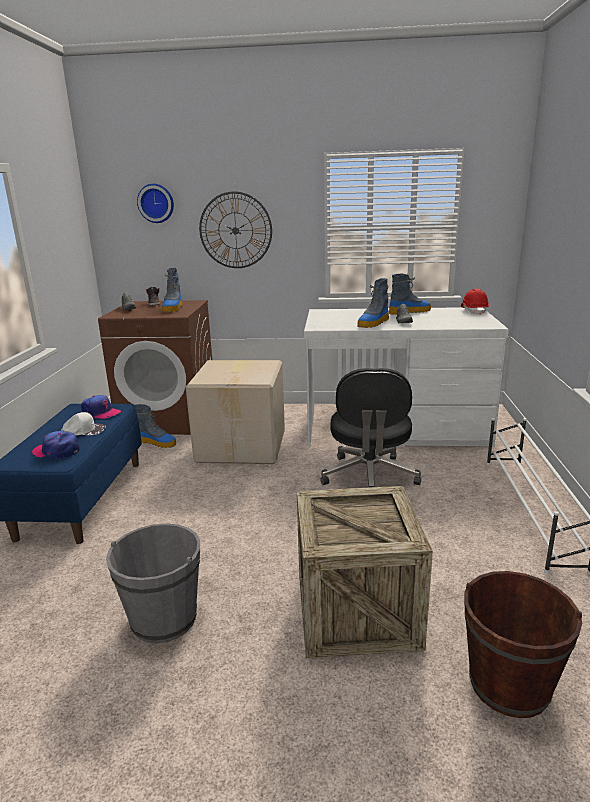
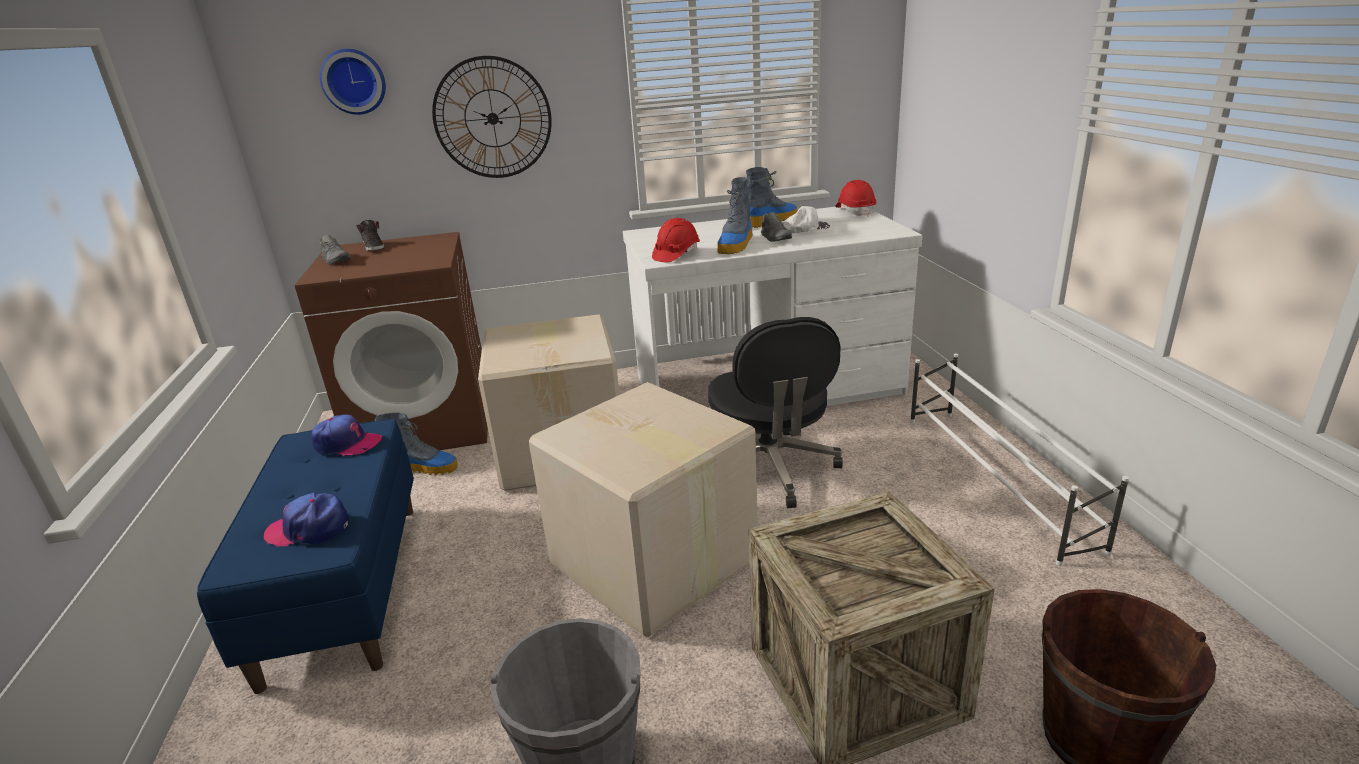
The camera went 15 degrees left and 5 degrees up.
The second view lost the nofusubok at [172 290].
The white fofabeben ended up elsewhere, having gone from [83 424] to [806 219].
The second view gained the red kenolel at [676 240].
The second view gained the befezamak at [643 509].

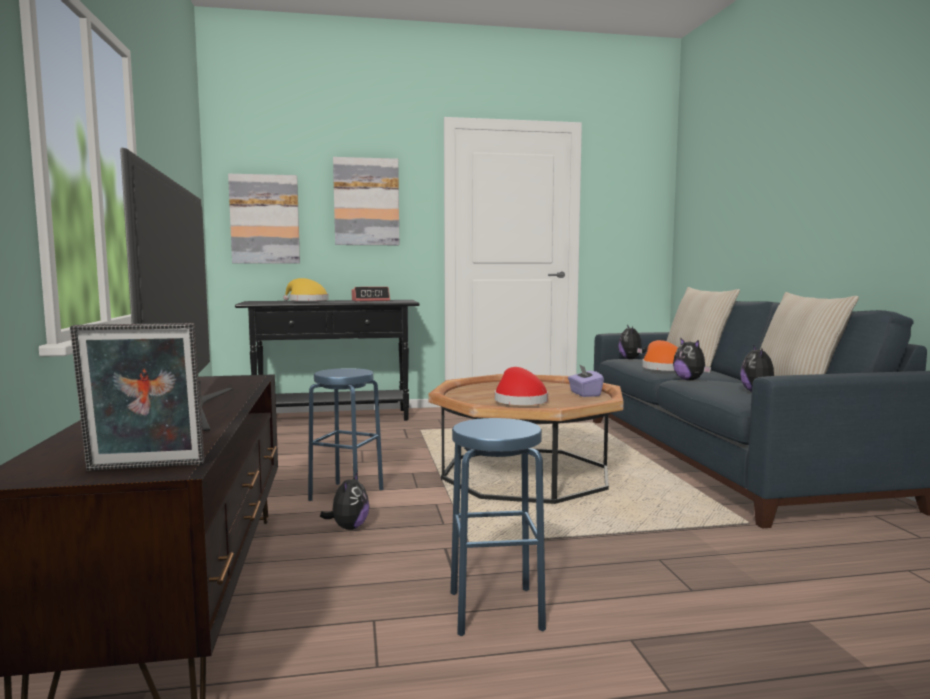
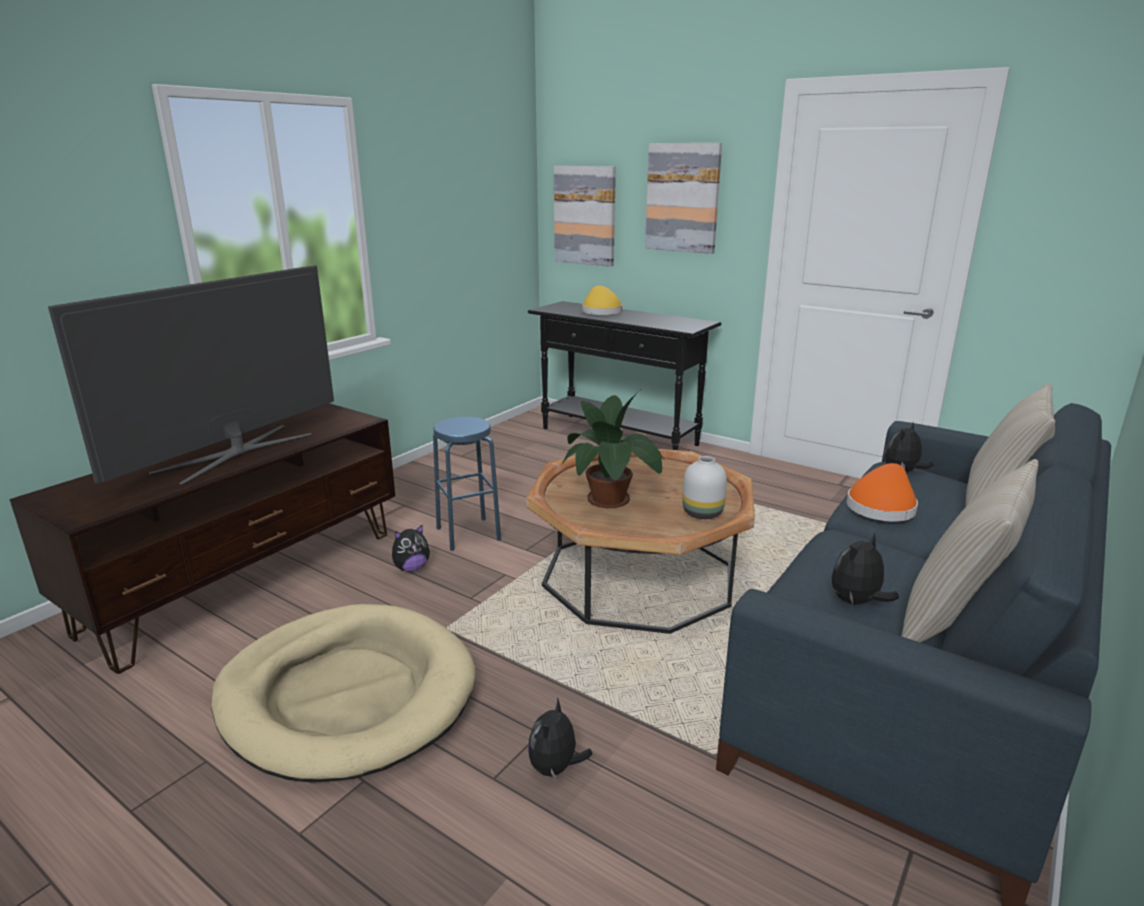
The camera went 45 degrees right and 15 degrees up.
The second view lost the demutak at [371 294].
The second view lost the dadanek at [137 396].
The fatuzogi ended up elsewhere, having gone from [692 359] to [560 739].
Where the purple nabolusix stood at [586 380], the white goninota came to stand at [705 487].
Where the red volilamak stood at [521 386], the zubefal came to stand at [613 449].
Where the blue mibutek stood at [498 527], the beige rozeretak came to stand at [343 693].

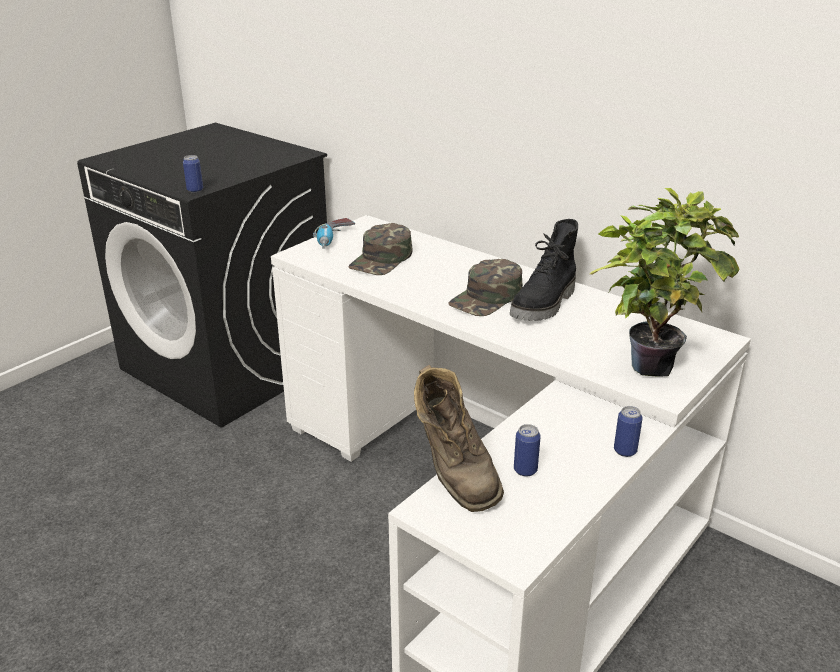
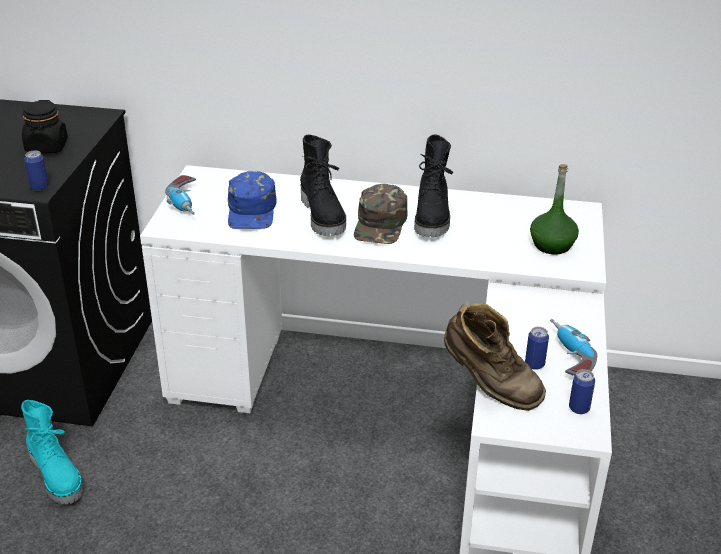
The camera went 30 degrees left and 5 degrees up.
Where the zubefal stood at [665 282], the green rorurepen came to stand at [554 209].
What was the green fofabeben at [380 249] turned into the blue fofabeben at [252 200].
The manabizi ended up elsewhere, having gone from [628 431] to [582 391].
The second view gained the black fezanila at [45 127].
The second view gained the black nofusubok at [323 185].
The second view gained the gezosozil at [573 347].
The second view gained the turquoise nofusubok at [52 452].

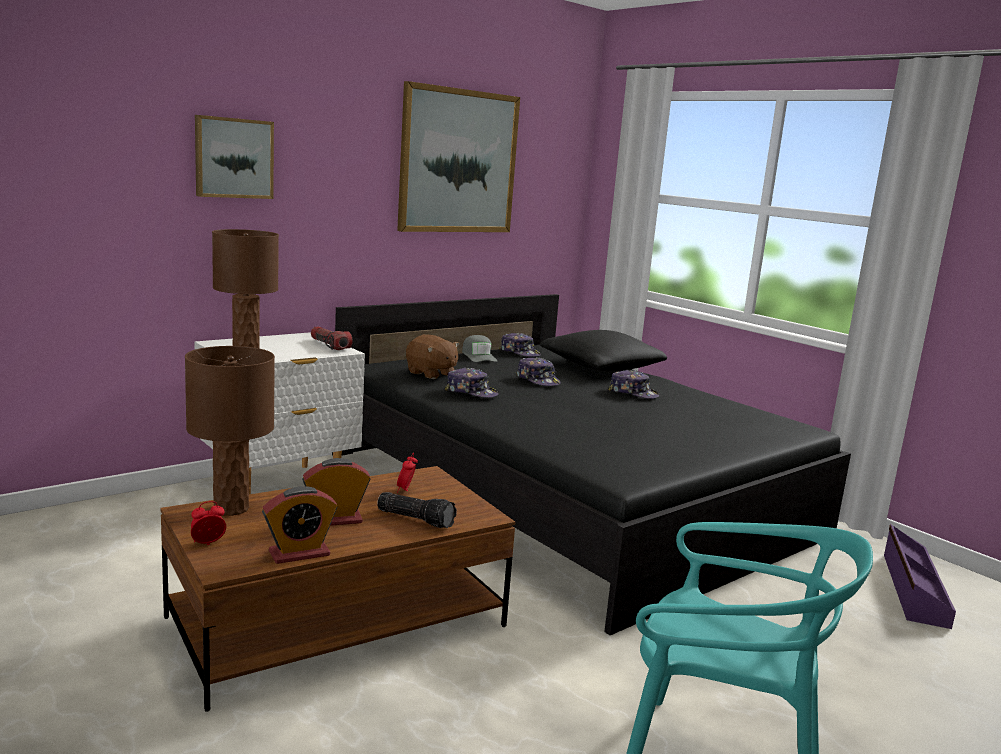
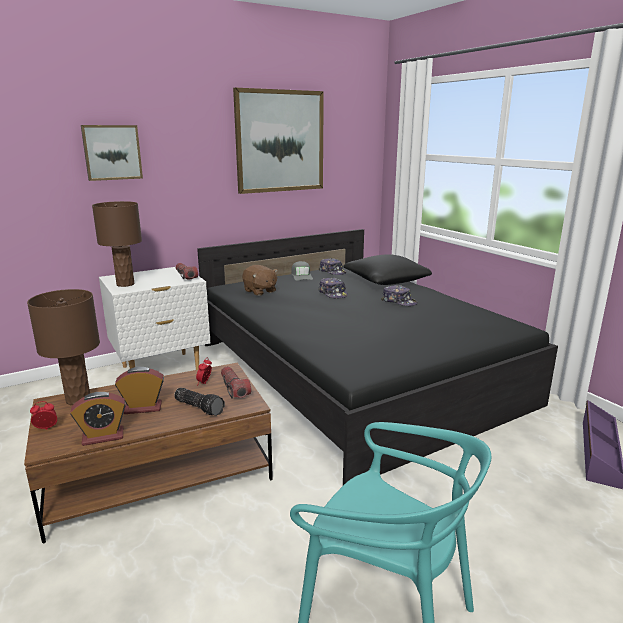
The camera went 10 degrees right and 5 degrees up.
The second view lost the fofabeben at [472 382].
The second view gained the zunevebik at [236 382].

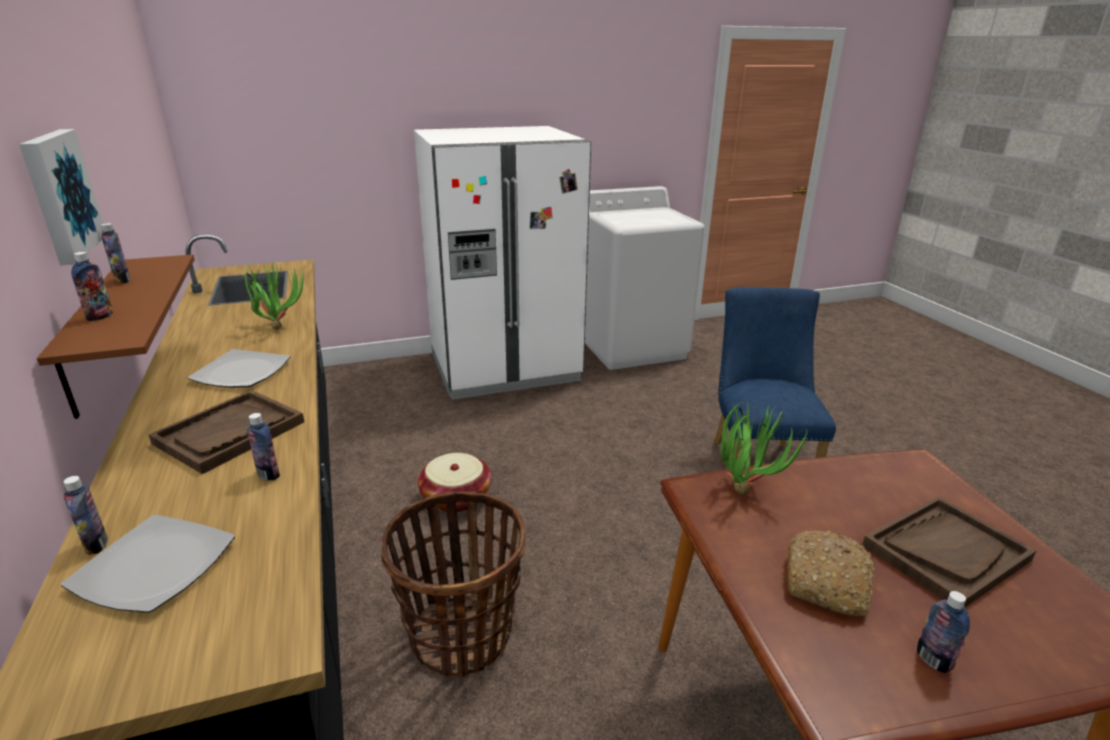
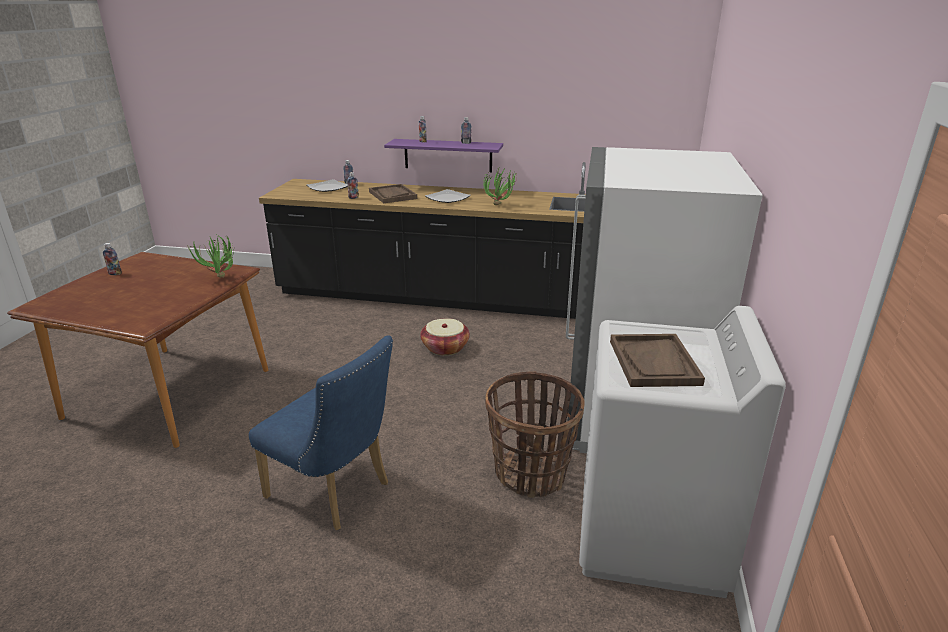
The camera went 120 degrees right and 0 degrees up.
The second view lost the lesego at [61 197].
What was the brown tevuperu at [116 336] turned into the purple tevuperu at [443 155].
The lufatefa ended up elsewhere, having gone from [453 585] to [535 434].
The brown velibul ended up elsewhere, having gone from [949 552] to [657 360].
The second view lost the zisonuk at [831 573].

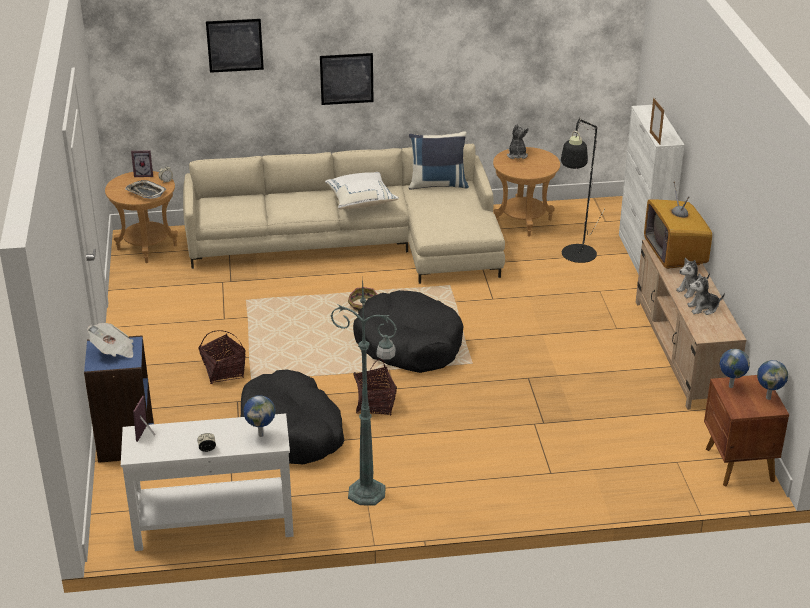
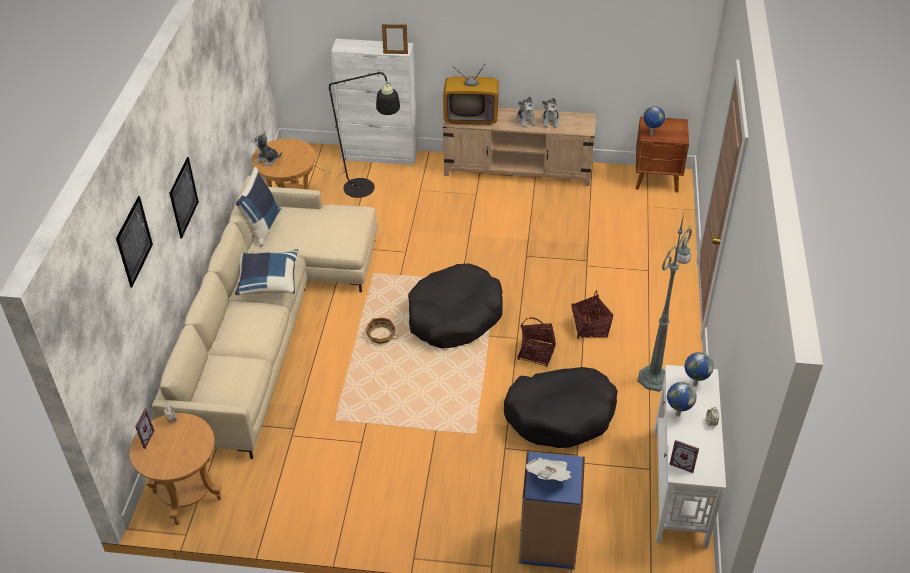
The camera went 75 degrees left and 10 degrees up.
What was the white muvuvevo at [362 191] turned into the blue muvuvevo at [267 272].
The second view lost the velibul at [146 189].
The lufatefa ended up elsewhere, having gone from [221 357] to [592 314].
The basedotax ended up elsewhere, having gone from [772 380] to [682 399].

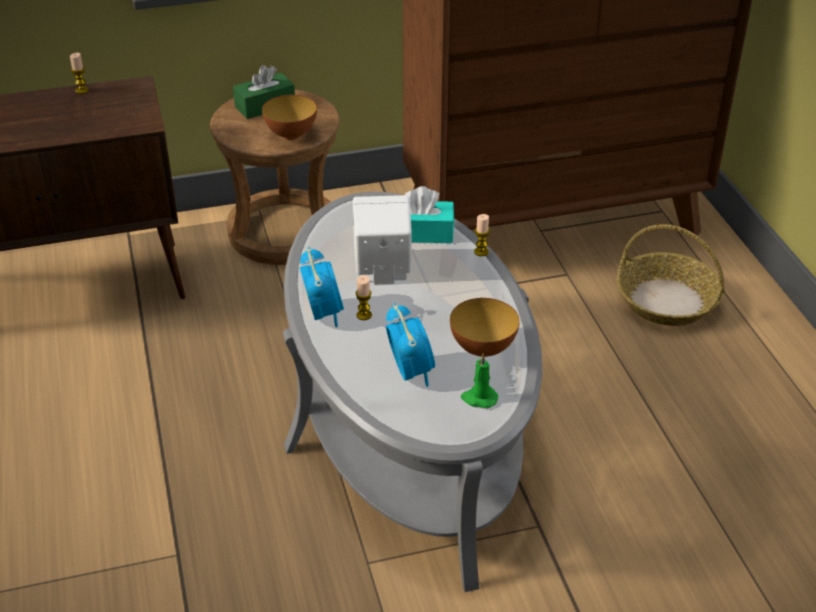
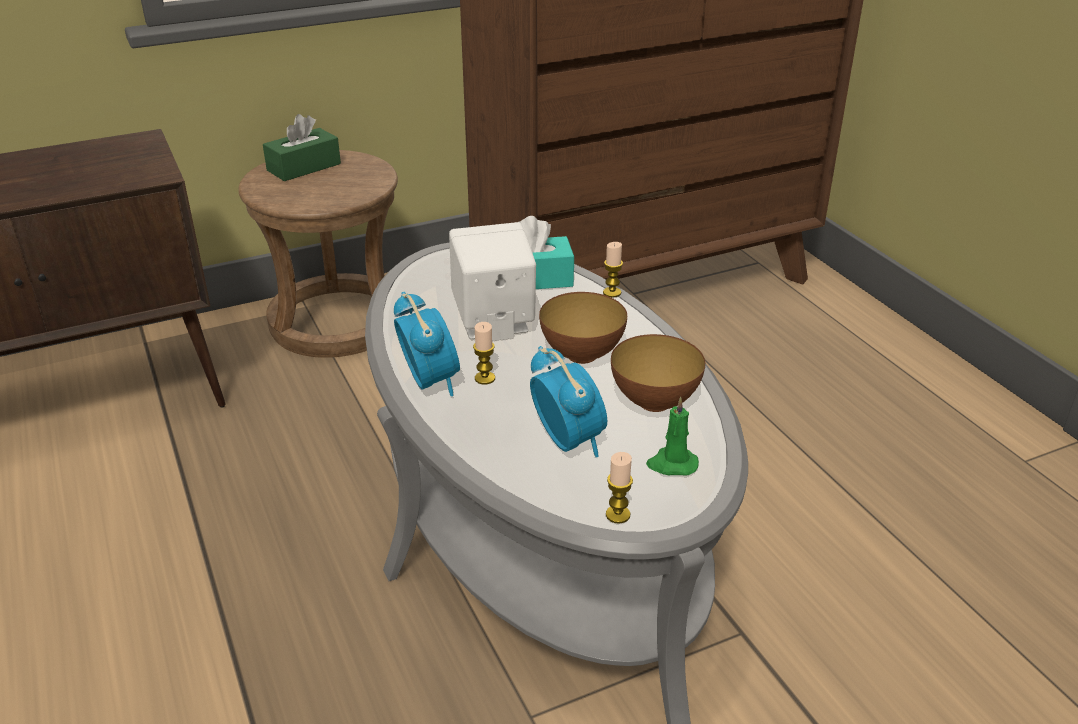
The camera went 10 degrees left and 5 degrees down.
The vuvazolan ended up elsewhere, having gone from [79 73] to [619 488].
The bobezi ended up elsewhere, having gone from [289 117] to [583 328].
The second view lost the lufatefa at [671 275].

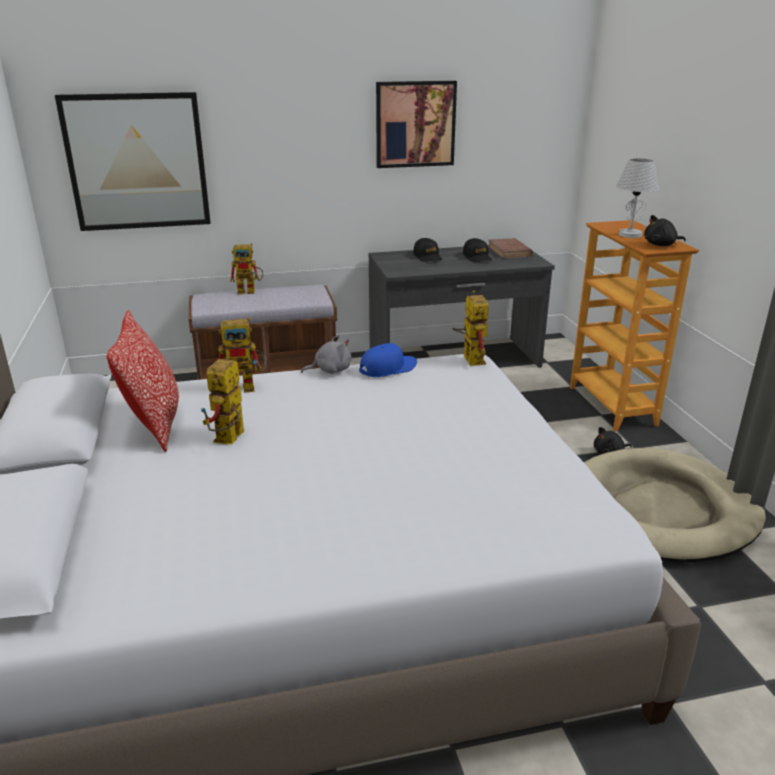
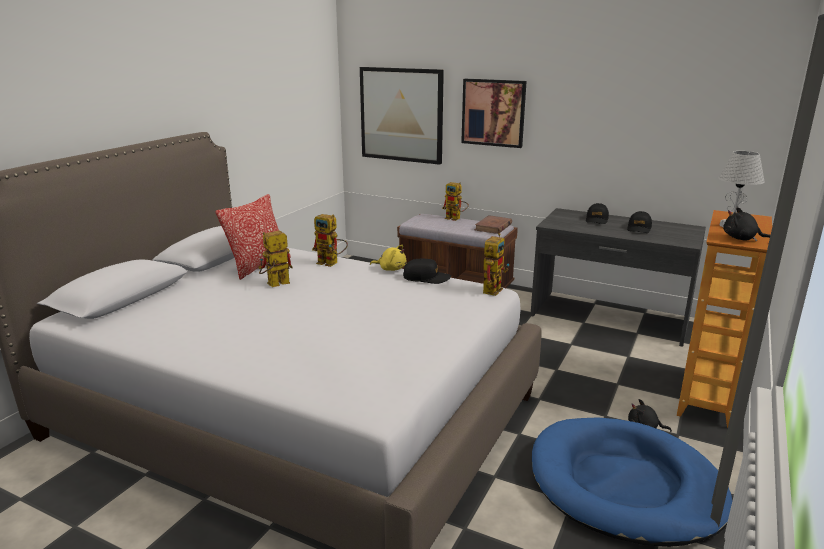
The camera went 40 degrees right and 5 degrees down.
The lesego ended up elsewhere, having gone from [416 124] to [494 113].
The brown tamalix ended up elsewhere, having gone from [510 248] to [493 224].
What was the grey fatuzogi at [326 354] turned into the yellow fatuzogi at [388 258].
What was the blue fofabeben at [388 360] turned into the black fofabeben at [427 271].
What was the beige rozeretak at [675 505] turned into the blue rozeretak at [632 482].

